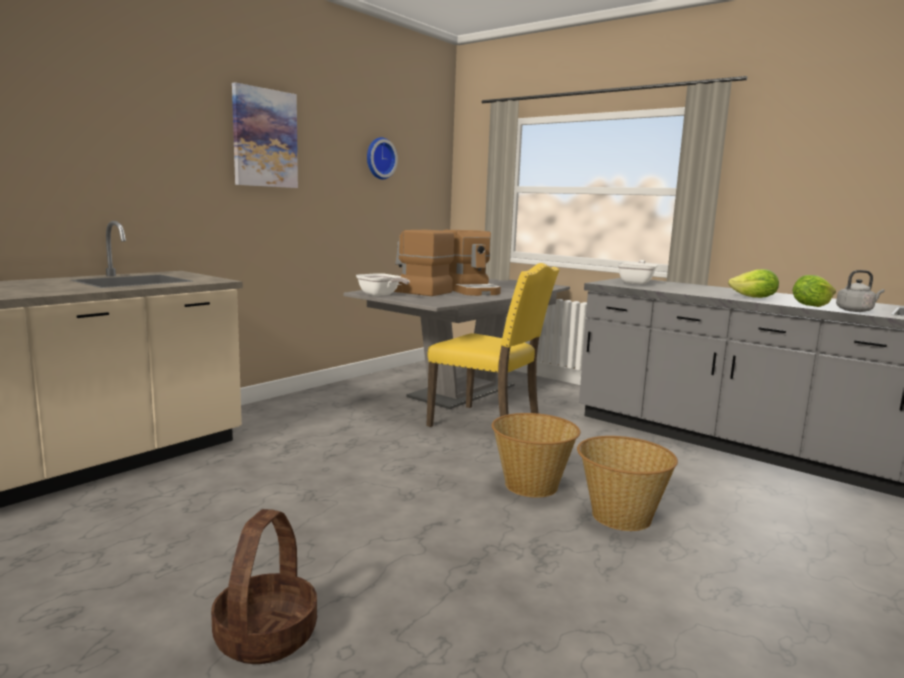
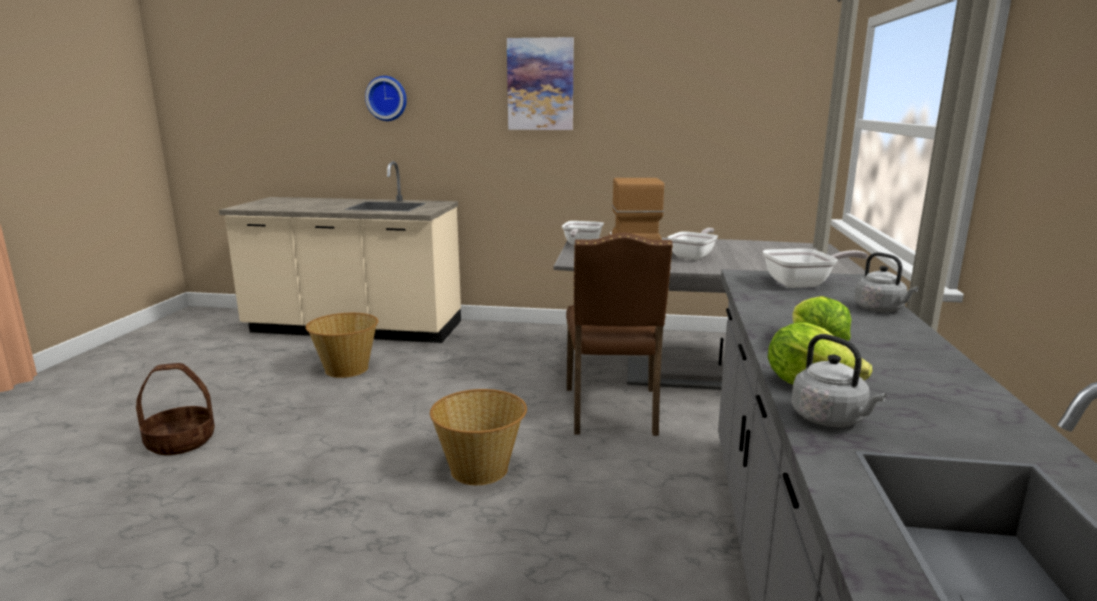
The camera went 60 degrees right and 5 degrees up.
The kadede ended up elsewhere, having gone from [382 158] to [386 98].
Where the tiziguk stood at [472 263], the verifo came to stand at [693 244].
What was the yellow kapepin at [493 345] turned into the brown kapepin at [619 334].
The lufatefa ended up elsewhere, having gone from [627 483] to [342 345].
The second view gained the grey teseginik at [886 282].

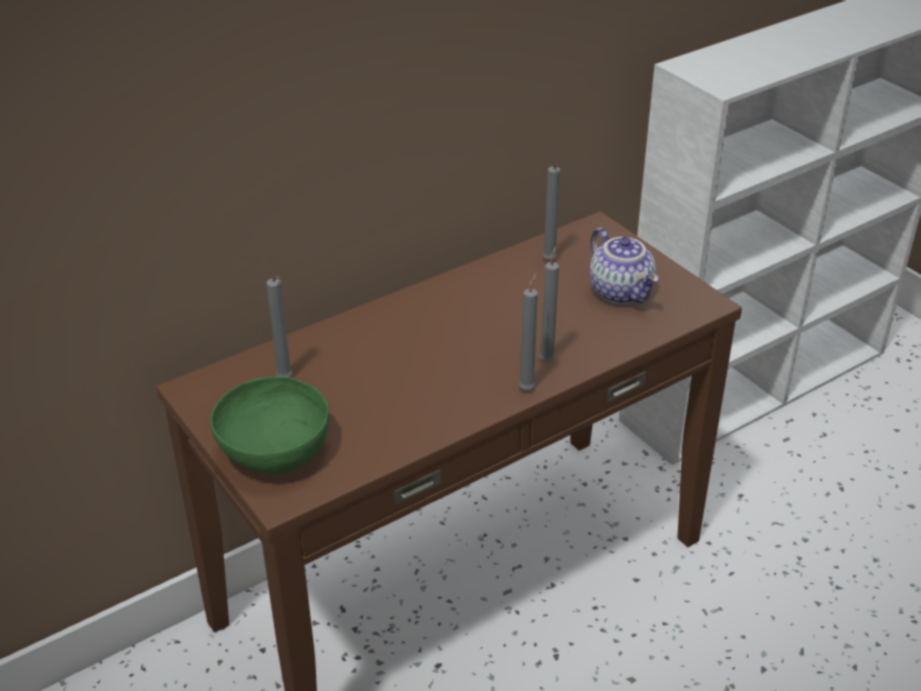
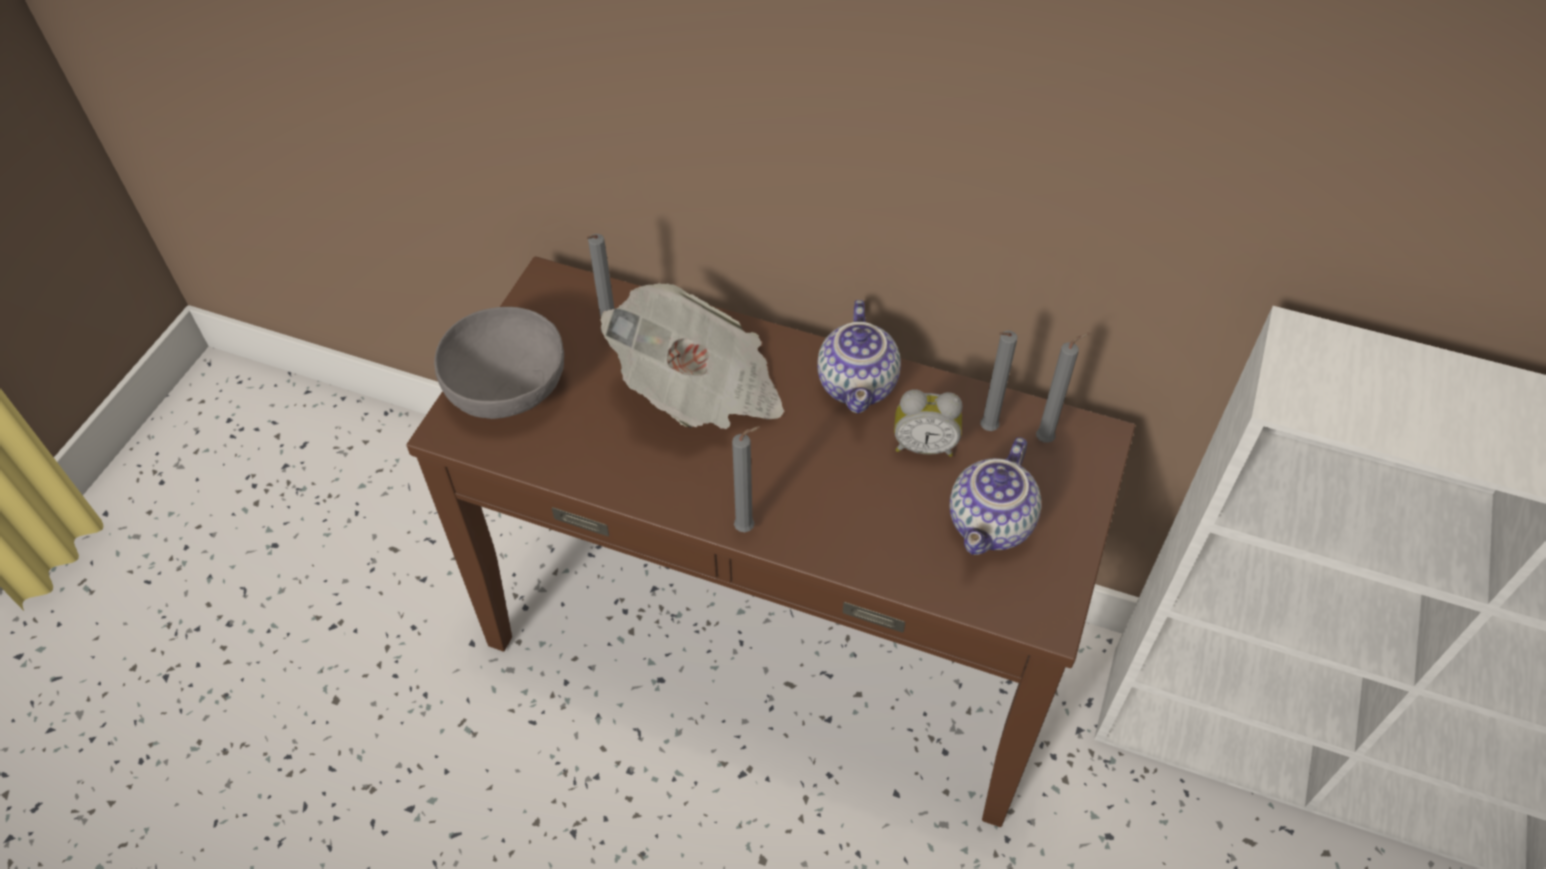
The camera went 55 degrees right and 15 degrees up.
The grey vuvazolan ended up elsewhere, having gone from [549 304] to [1063 387].
What was the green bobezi at [269 425] turned into the grey bobezi at [499 363].
The second view gained the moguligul at [692 356].
The second view gained the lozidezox at [859 356].
The second view gained the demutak at [928 423].

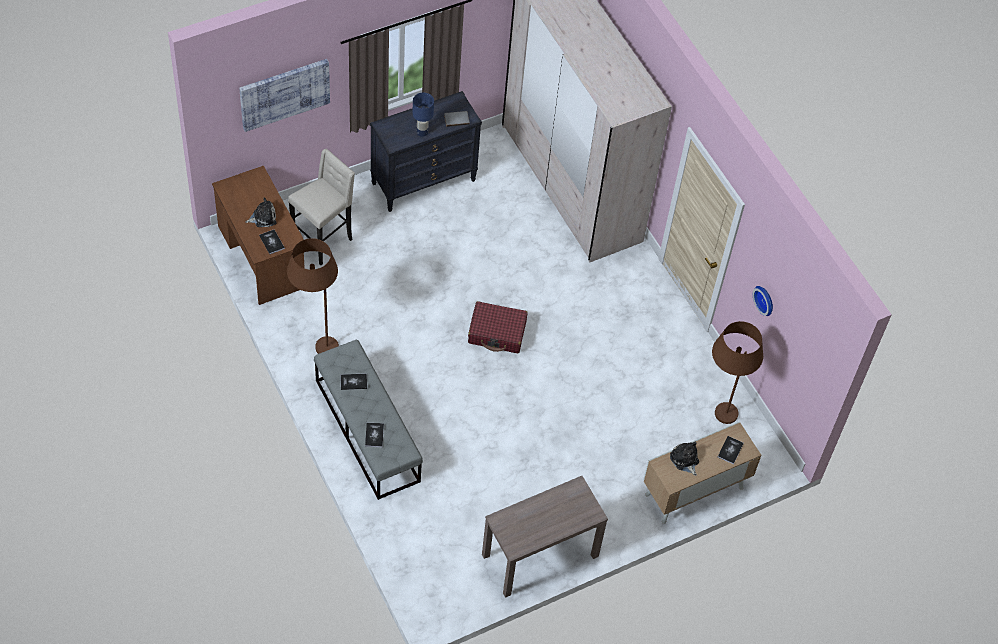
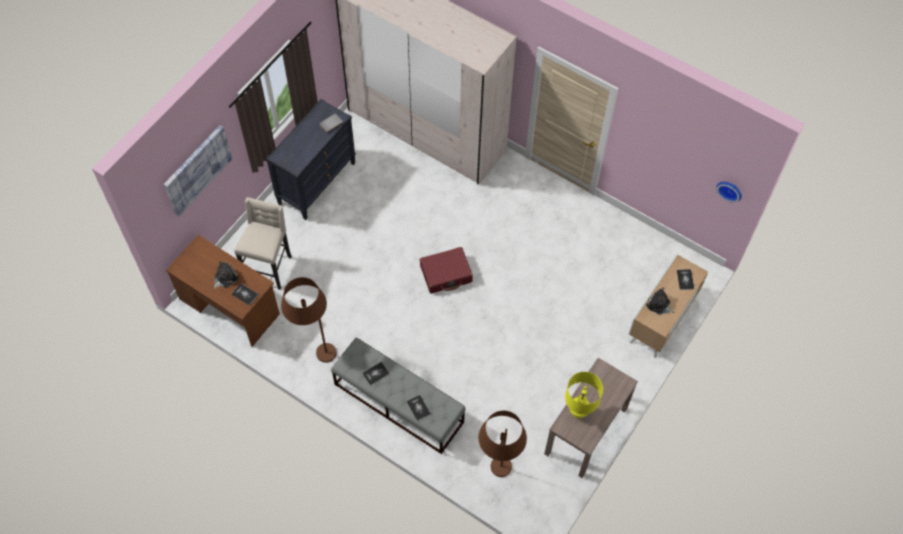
The camera went 25 degrees left and 5 degrees up.
The second view lost the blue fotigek at [423 115].
The kadede ended up elsewhere, having gone from [763 301] to [729 192].
The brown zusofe ended up elsewhere, having gone from [737 372] to [503 444].
The second view gained the yellow fotigek at [584 395].

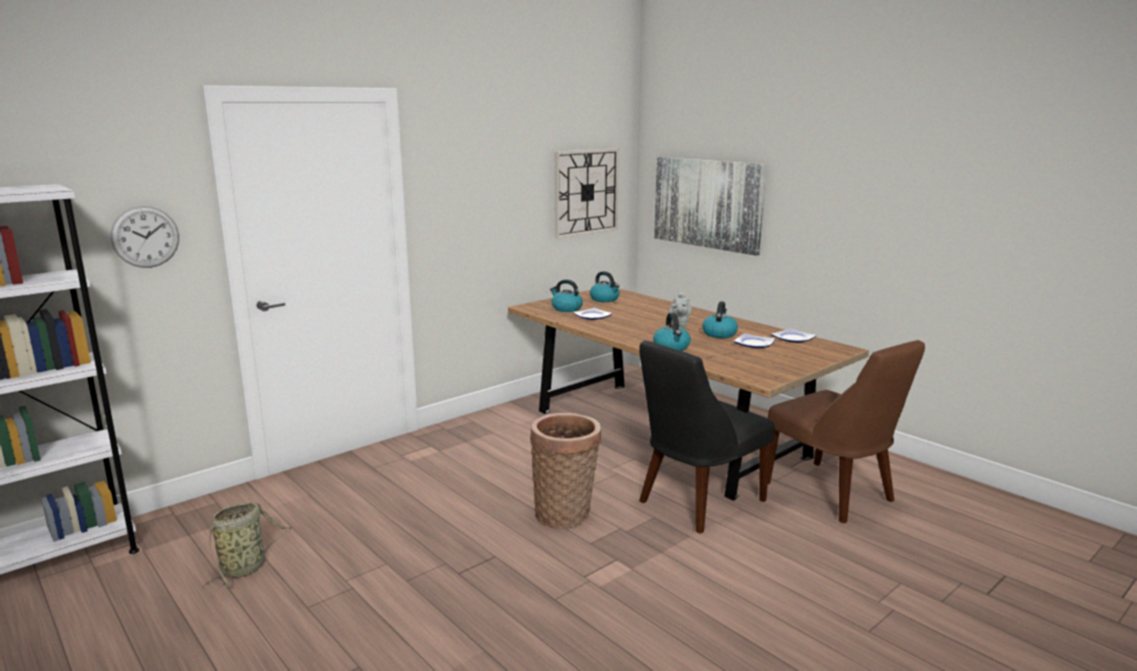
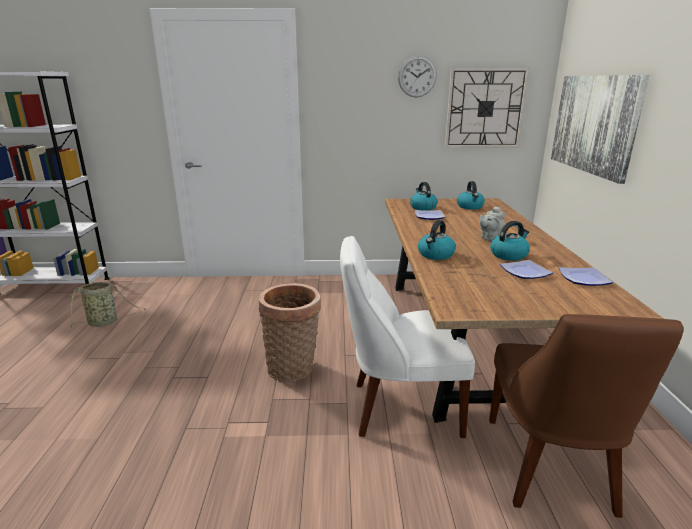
The camera went 40 degrees right and 5 degrees up.
The kadede ended up elsewhere, having gone from [144 237] to [417 77].
What was the black kapepin at [707 437] turned into the white kapepin at [407 337].

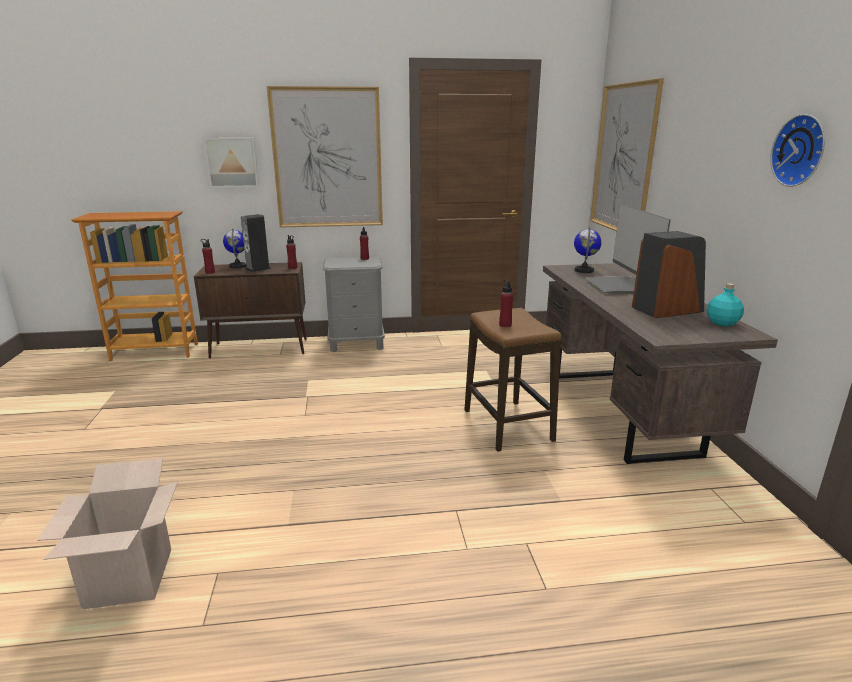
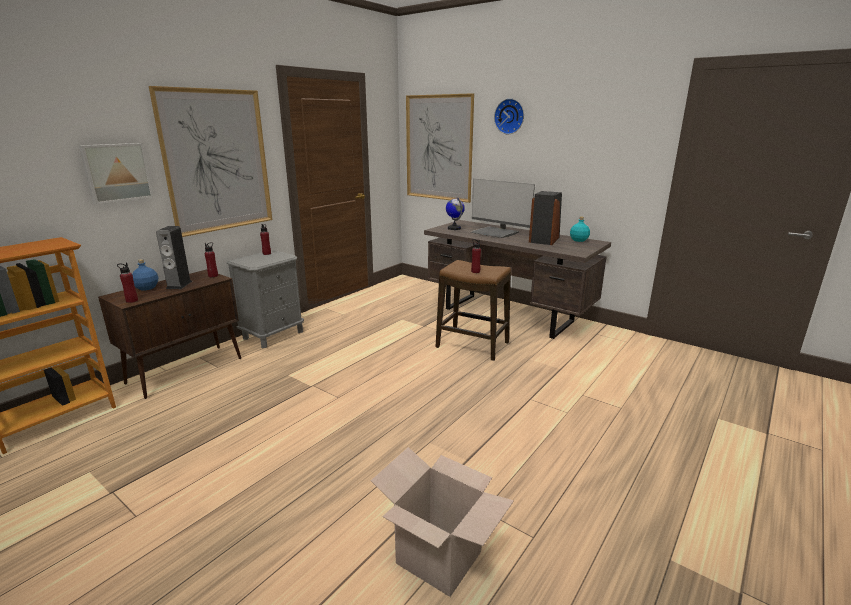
The camera went 45 degrees left and 0 degrees up.
The kadede ended up elsewhere, having gone from [797 150] to [509 116].
Where the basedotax stood at [234 248], the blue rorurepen came to stand at [145 274].

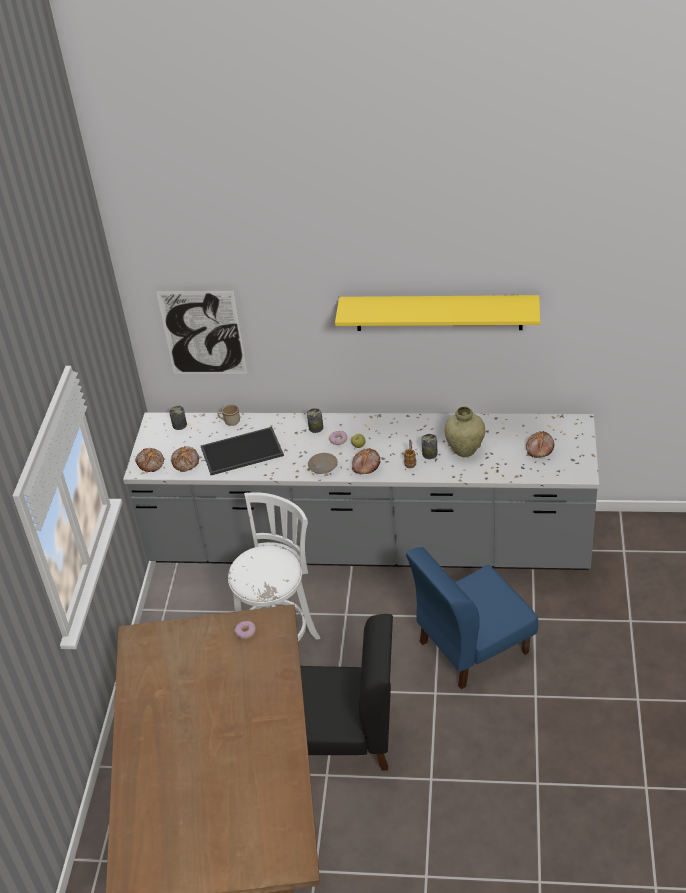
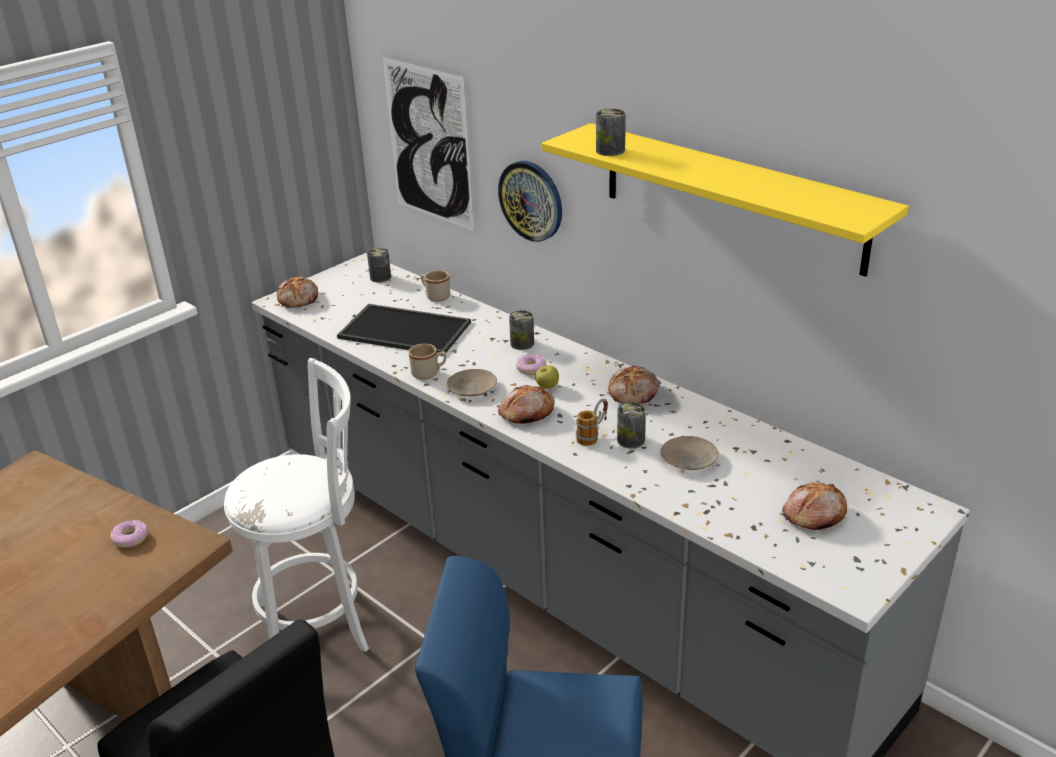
The camera went 35 degrees right and 10 degrees down.
Where the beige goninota stood at [465 431], the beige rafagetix came to stand at [689 453].
The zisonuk ended up elsewhere, having gone from [185 459] to [633 384].
The second view gained the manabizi at [610 132].
The second view gained the kadede at [530 201].
The second view gained the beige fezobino at [427 362].

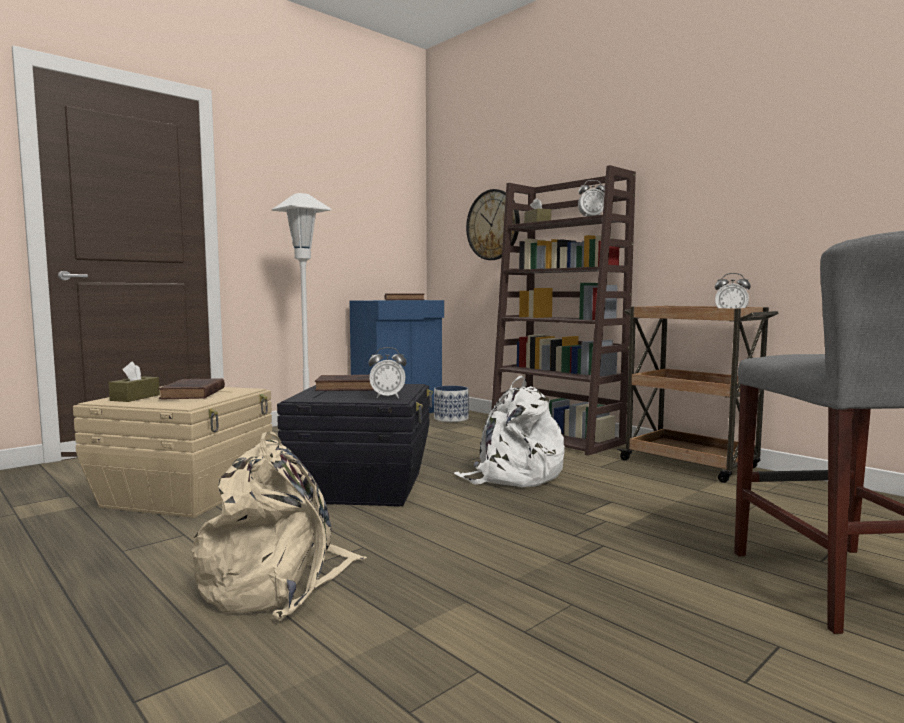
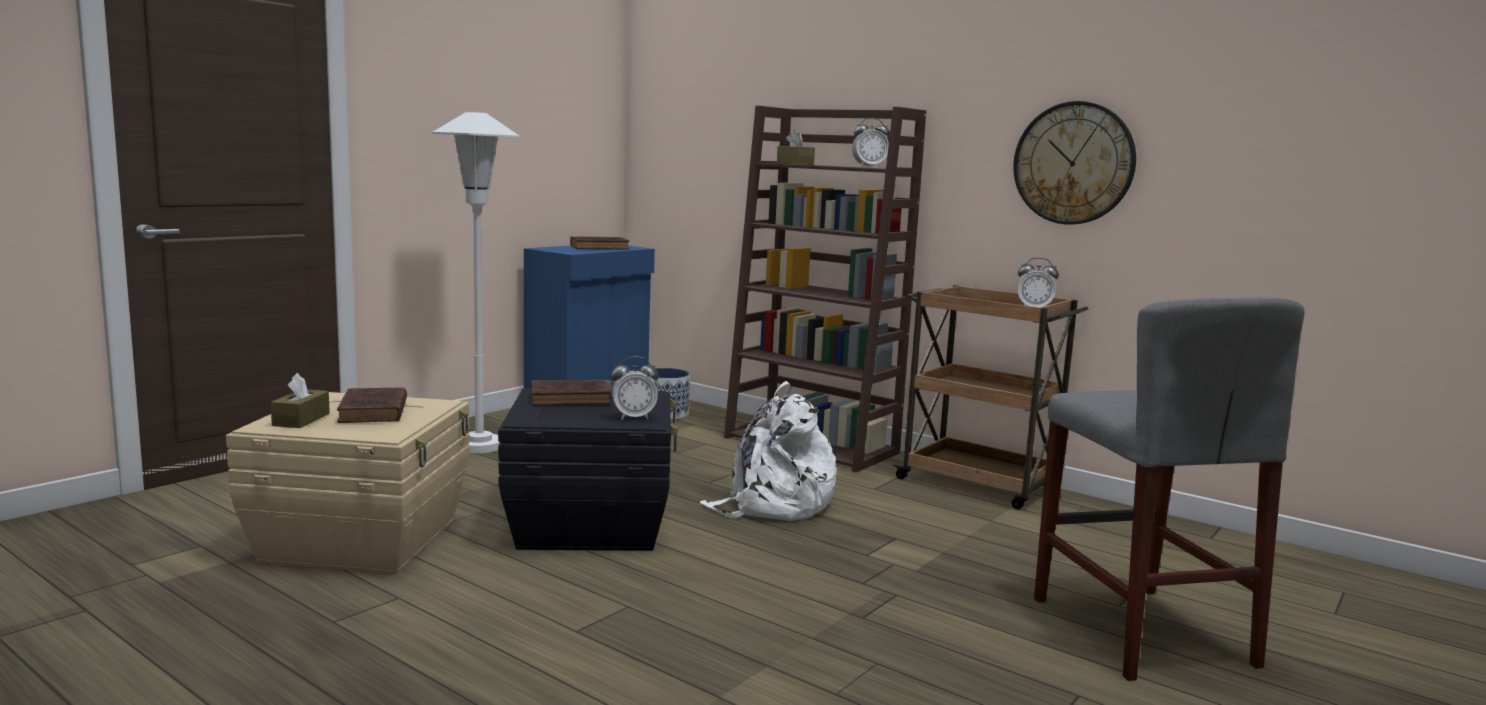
The camera went 10 degrees left and 5 degrees up.
The kadede ended up elsewhere, having gone from [493 224] to [1074 163].
The second view lost the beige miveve at [279 526].

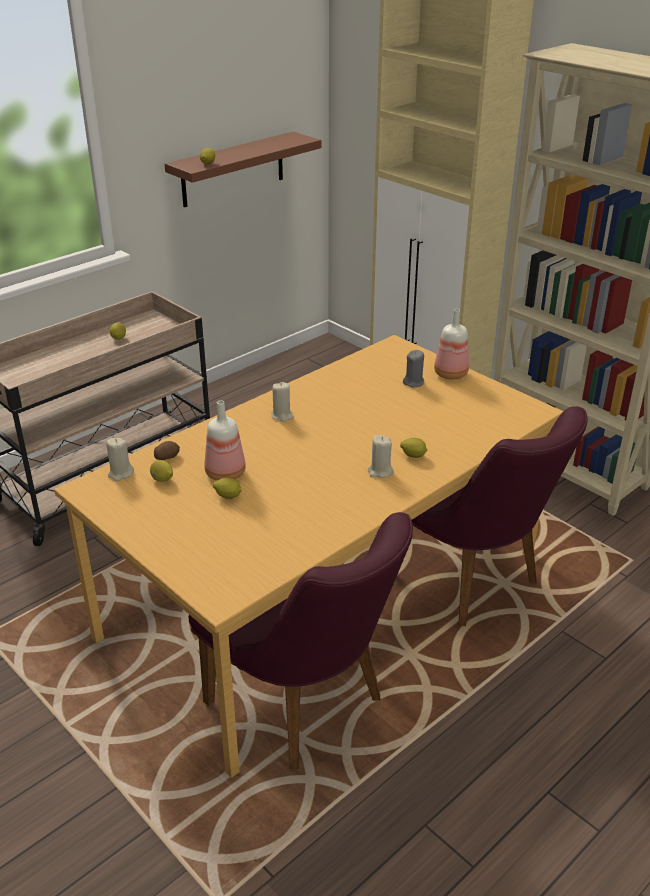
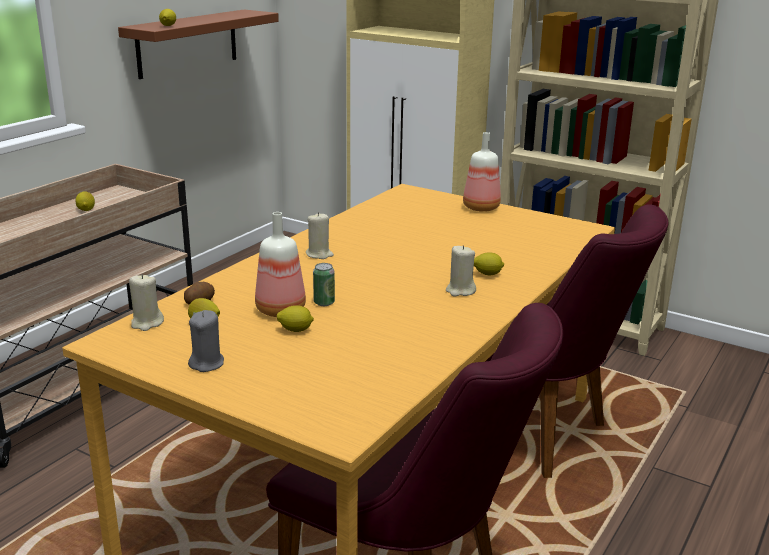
The camera went 15 degrees left and 10 degrees down.
The grey vuvazolan ended up elsewhere, having gone from [413 368] to [206 341].
The second view gained the manabizi at [324 284].

